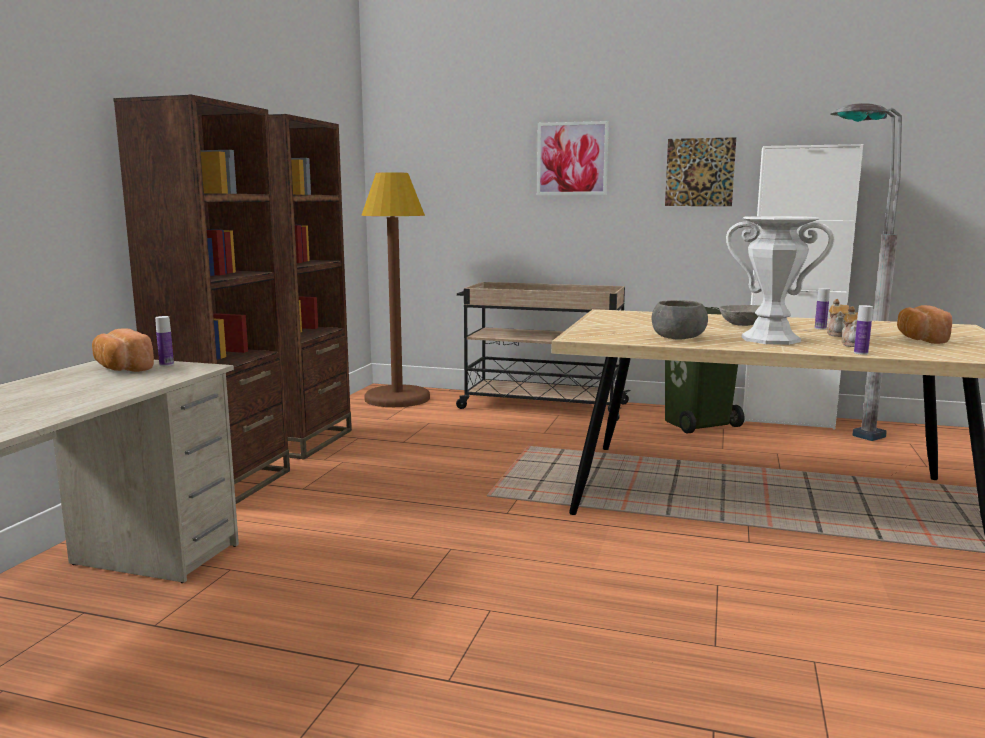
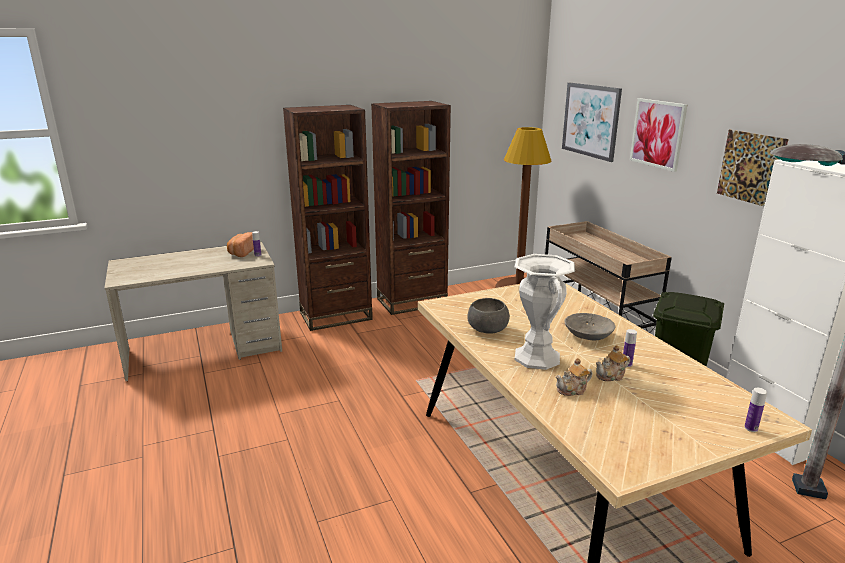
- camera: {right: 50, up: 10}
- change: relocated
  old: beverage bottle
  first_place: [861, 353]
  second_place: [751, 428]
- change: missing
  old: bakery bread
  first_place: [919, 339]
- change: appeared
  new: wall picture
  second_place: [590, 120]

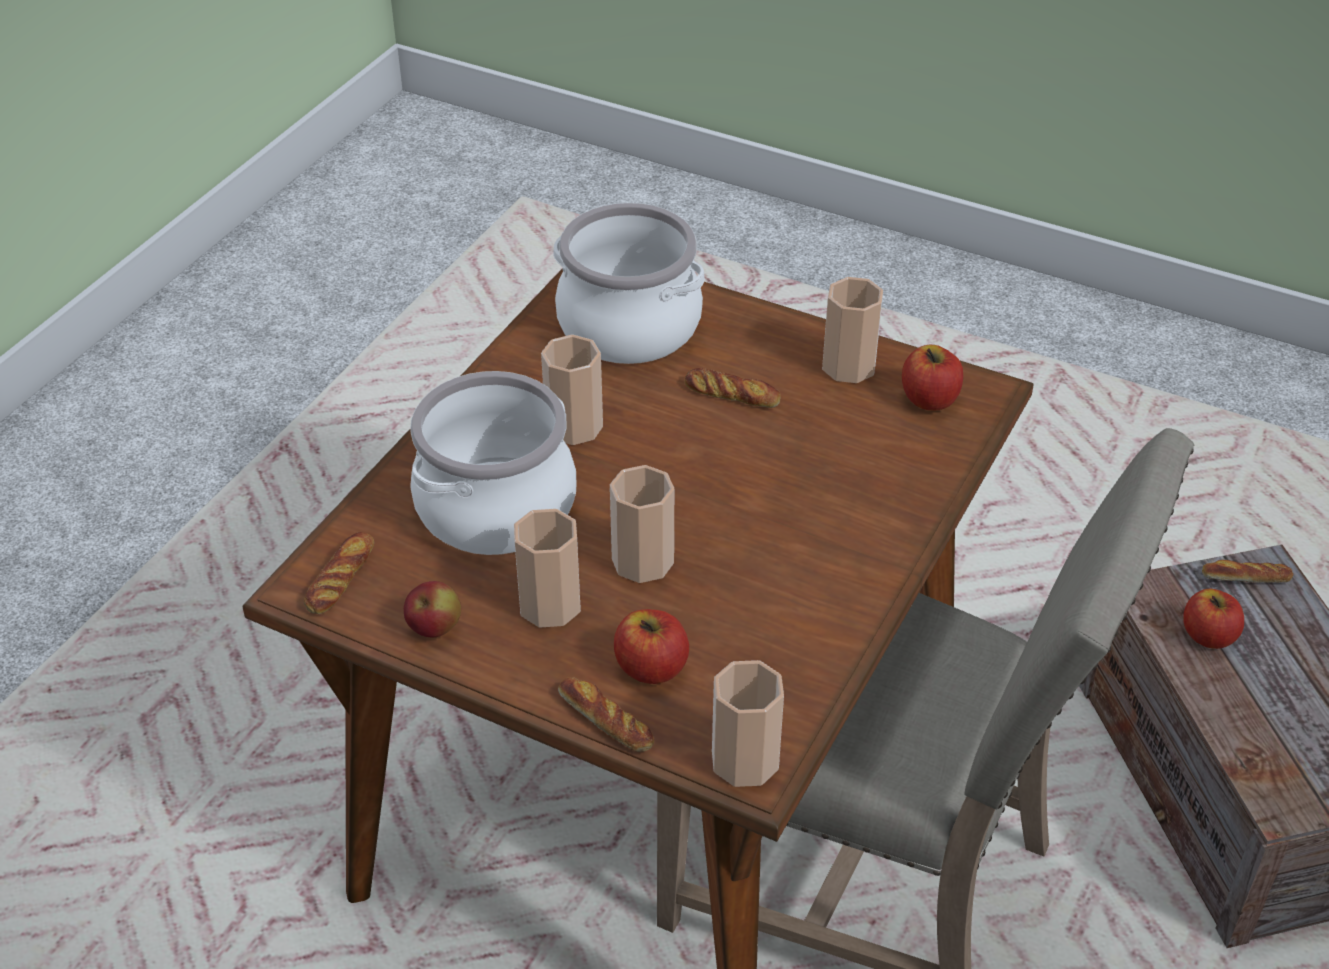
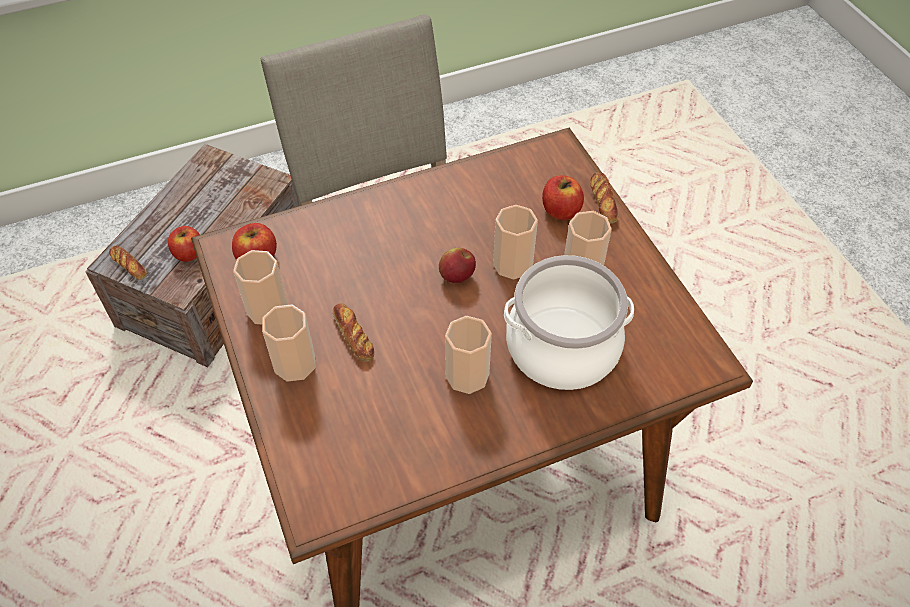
- camera: {right: -140, up: 10}
- change: missing
  old: cooking pot
  first_place: [628, 327]
- change: missing
  old: bakery bread
  first_place: [340, 578]
- change: relocated
  old: apple
  first_place: [435, 628]
  second_place: [457, 276]
- change: relocated
  old: drinking cup
  first_place: [745, 760]
  second_place: [294, 364]

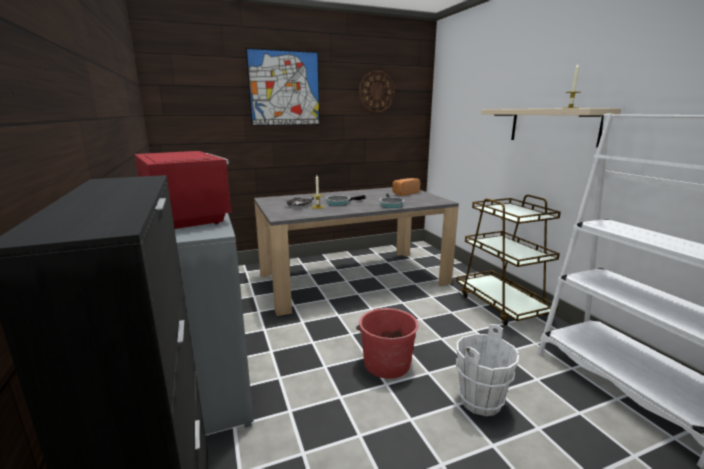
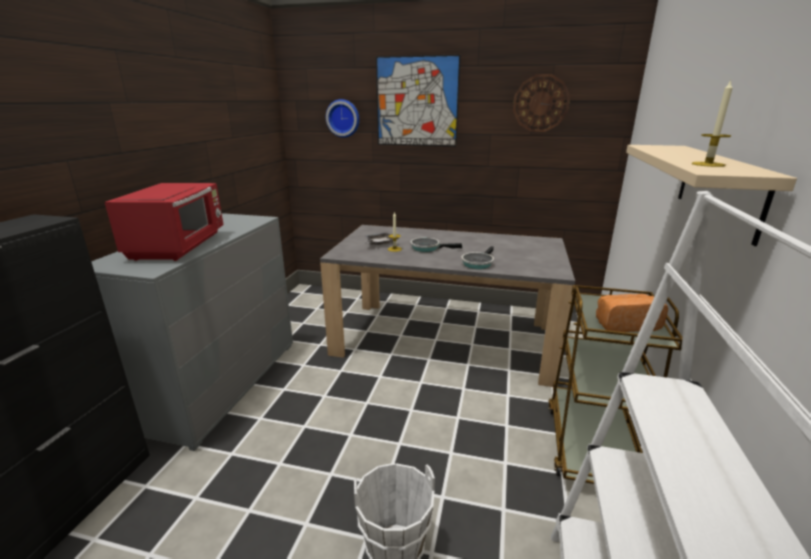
- camera: {right: 35, up: 5}
- change: relocated
  old: bakery bread
  first_place: [405, 193]
  second_place: [625, 324]
- change: missing
  old: reddish pail
  first_place: [386, 363]
- change: appeared
  new: clock on the wall
  second_place: [343, 118]

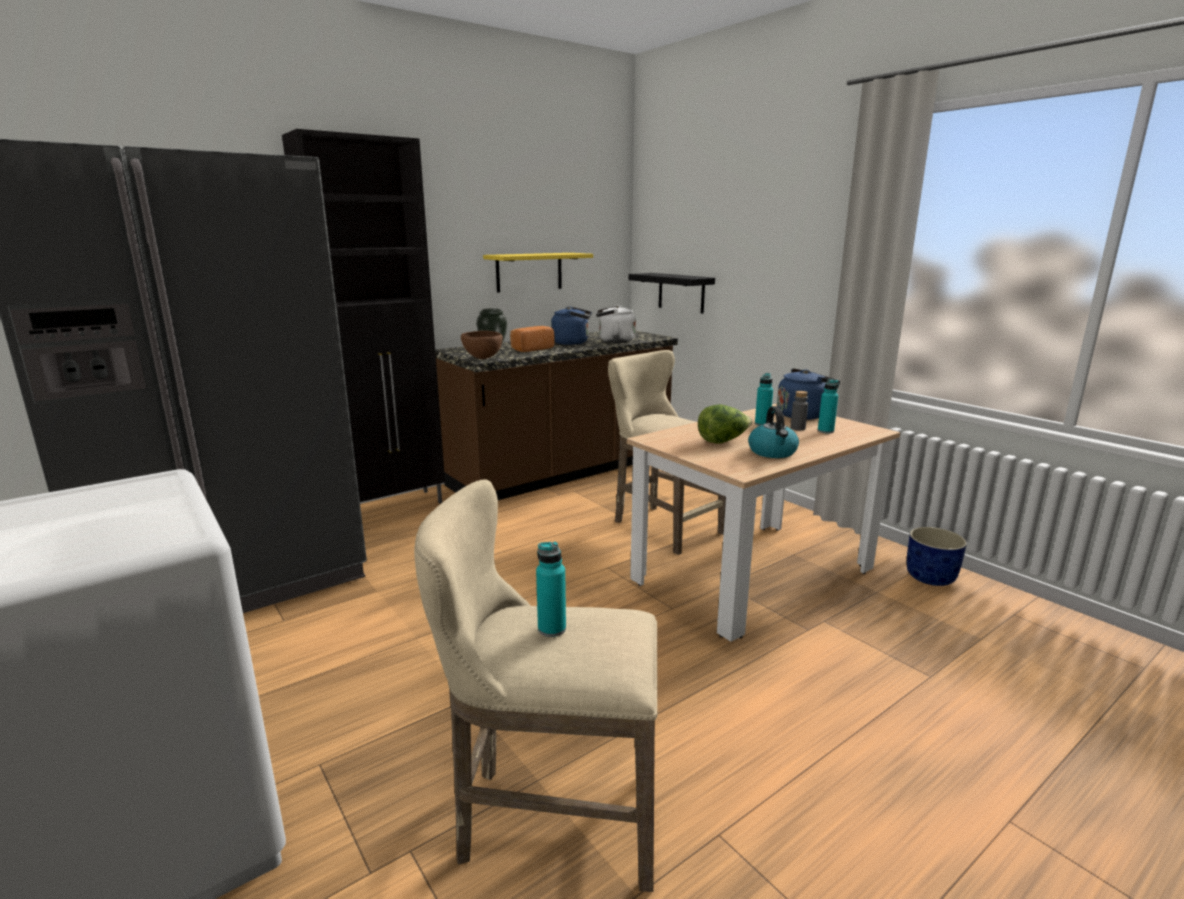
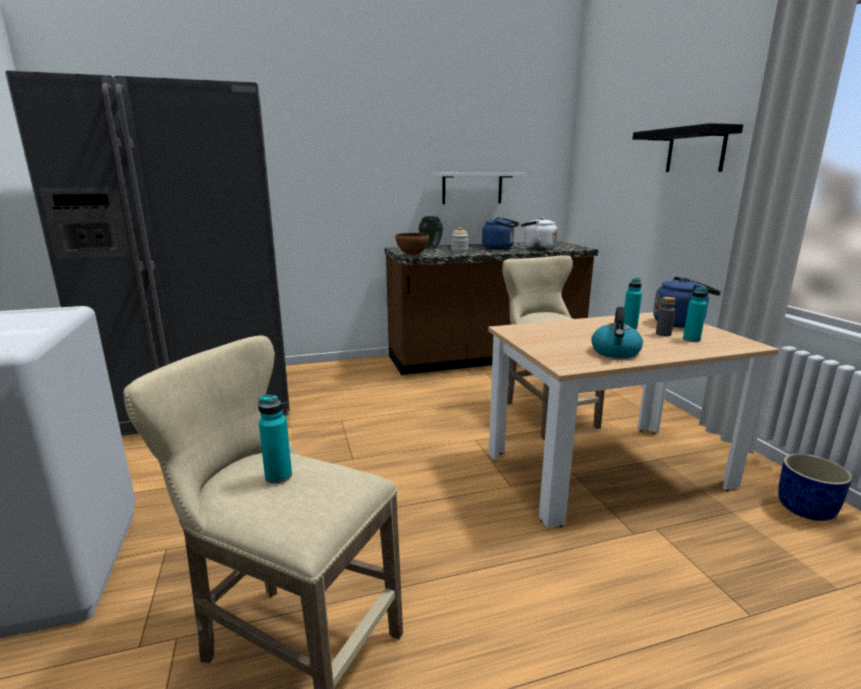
- camera: {right: 20, up: 0}
- change: missing
  old: blackish cupboard
  first_place: [392, 507]
- change: colour
  old: yellowish bracket shelf
  new: whitish bracket shelf
  first_place: [529, 272]
  second_place: [472, 188]
- change: relocated
  old: blackish bracket shelf
  first_place: [681, 292]
  second_place: [695, 150]
- change: exchanged
  old: bakery bread
  new: preserve jar
  first_place: [531, 349]
  second_place: [459, 251]
- change: missing
  old: head of lettuce
  first_place: [723, 441]

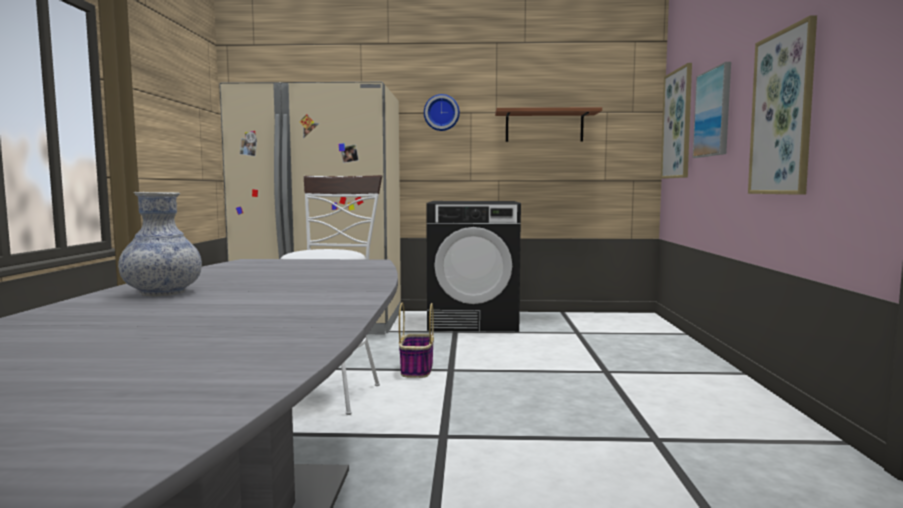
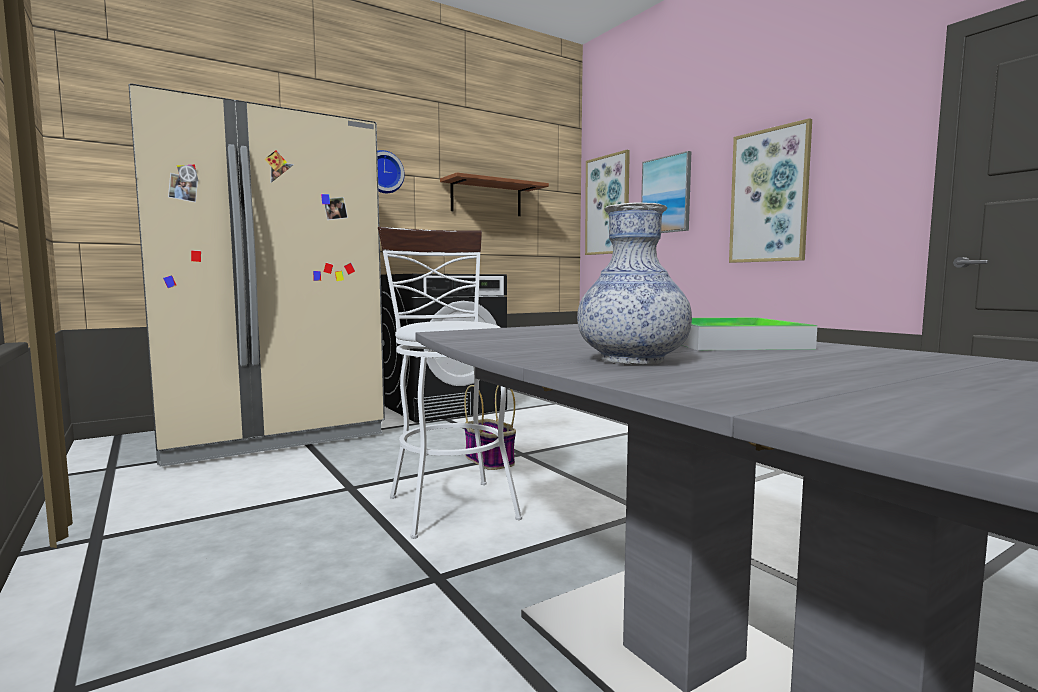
- camera: {right: -35, up: 0}
- change: appeared
  new: serving tray
  second_place: [730, 343]

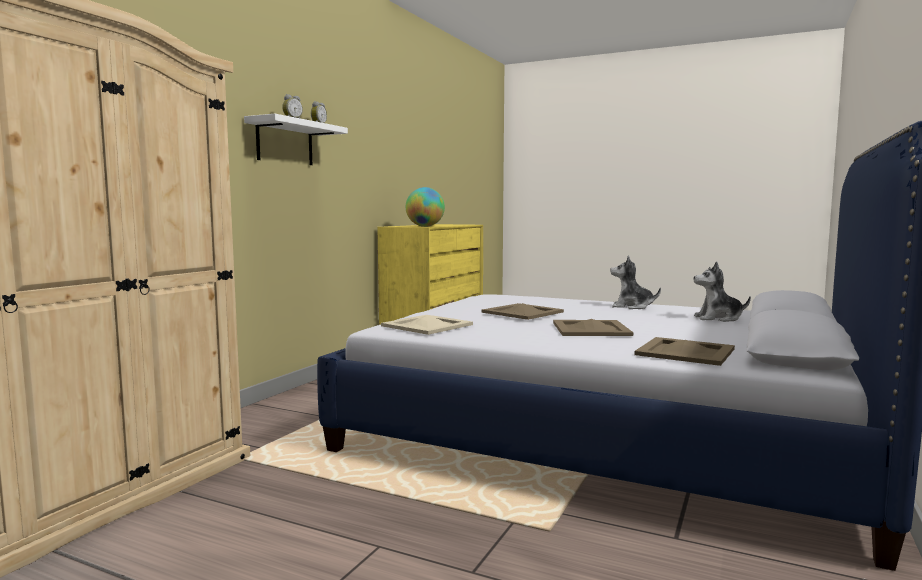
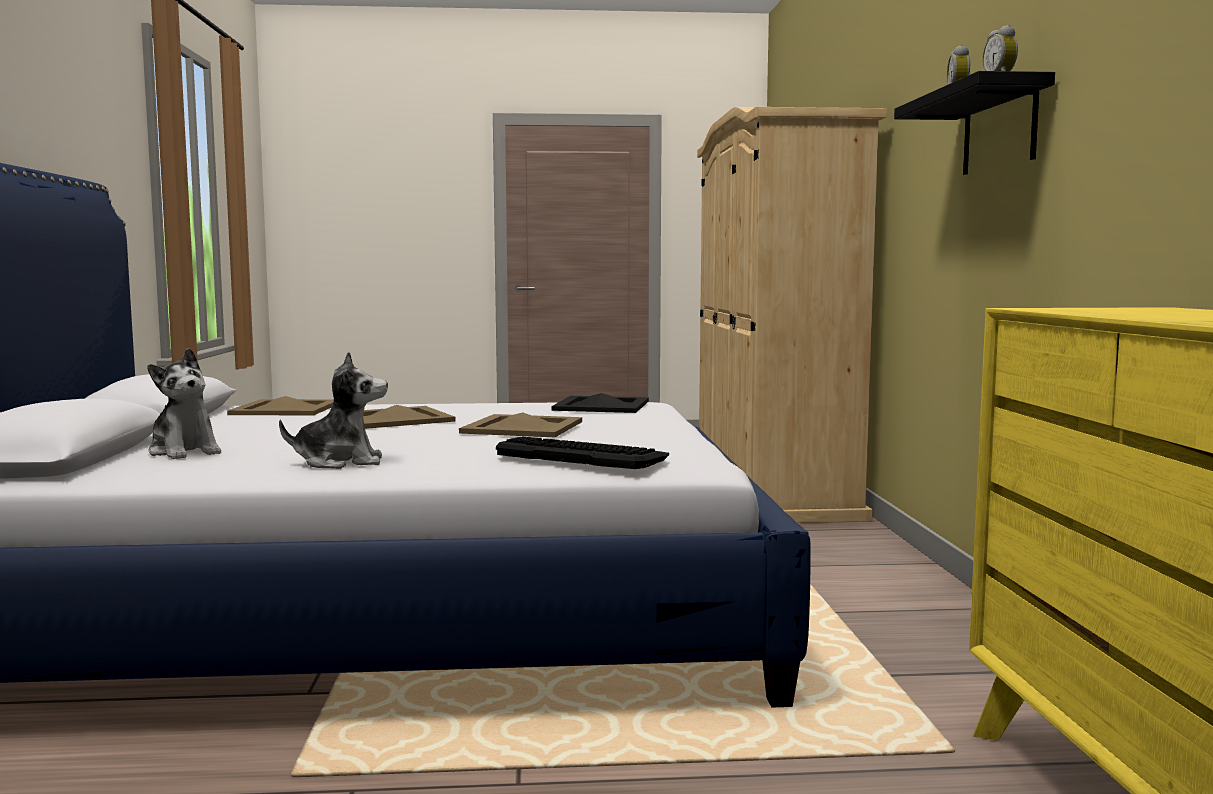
- camera: {right: 150, up: 0}
- change: colour
  old: whitish bracket shelf
  new: blackish bracket shelf
  first_place: [285, 143]
  second_place: [999, 130]
- change: missing
  old: globe
  first_place: [425, 226]
- change: spun
  old: cuddly toy
  first_place: [718, 318]
  second_place: [185, 452]
  degrees: 75
- change: colour
  old: beige-coloured serving tray
  new: blackish serving tray
  first_place: [427, 325]
  second_place: [602, 406]
- change: appeared
  new: PC keyboard
  second_place: [581, 455]

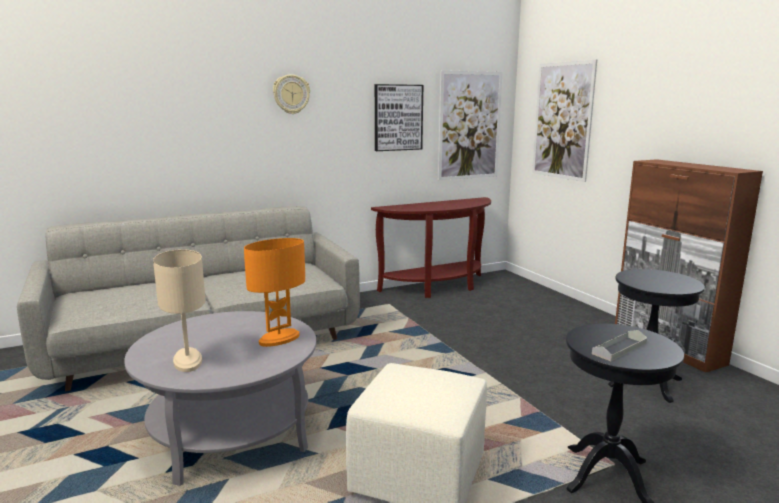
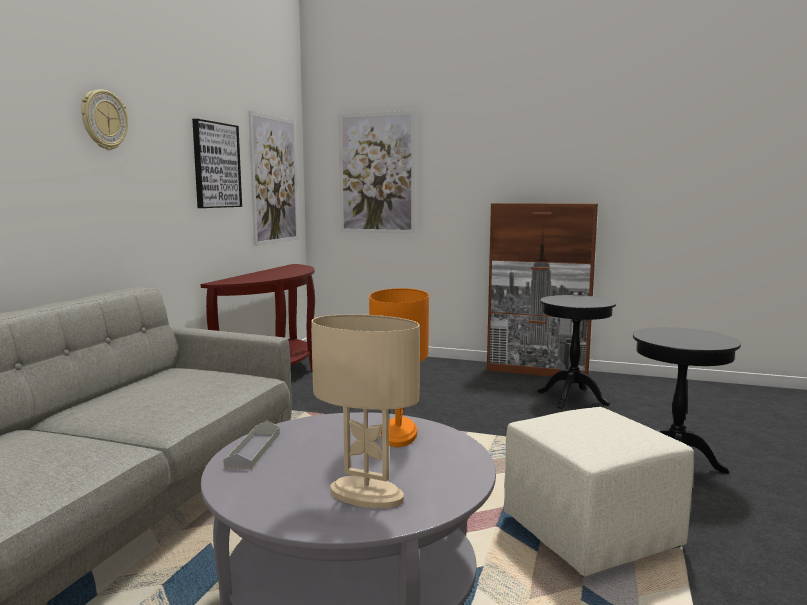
- camera: {right: -45, up: -5}
- change: relocated
  old: gray serving tray
  first_place: [619, 348]
  second_place: [253, 450]

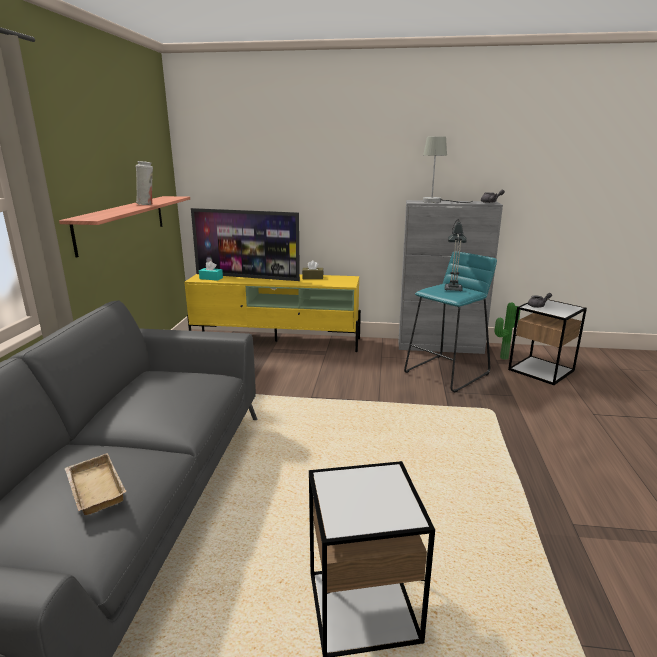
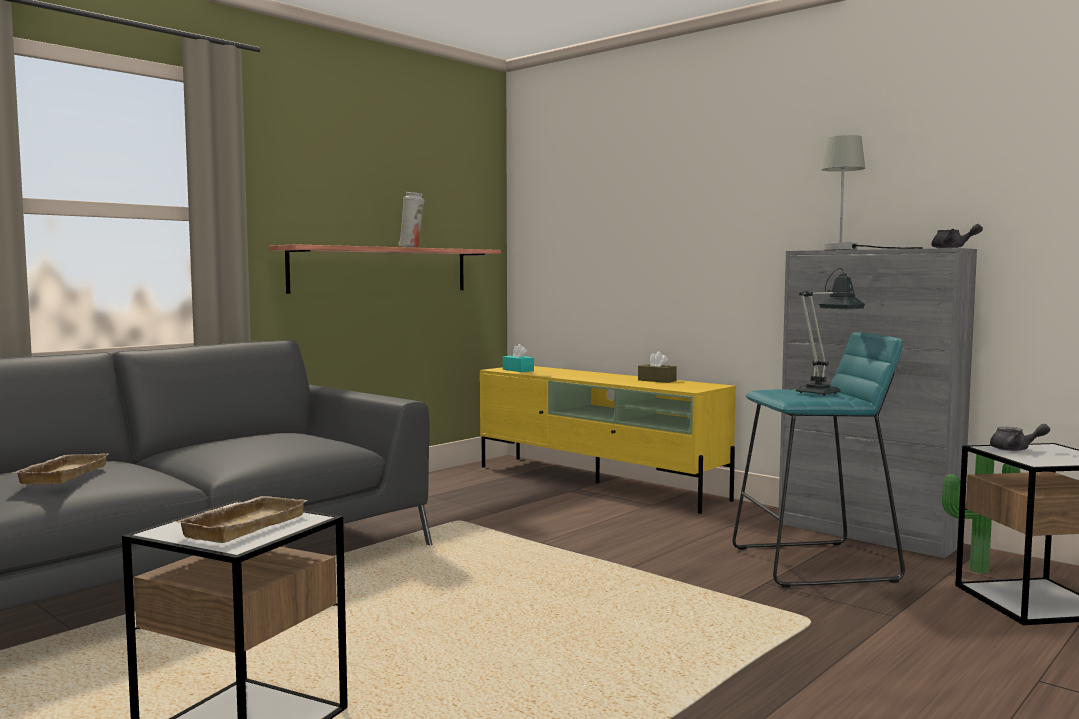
- camera: {right: 35, up: -15}
- change: missing
  old: TV
  first_place: [248, 277]
- change: appeared
  new: beige-coloured serving tray
  second_place: [242, 525]

